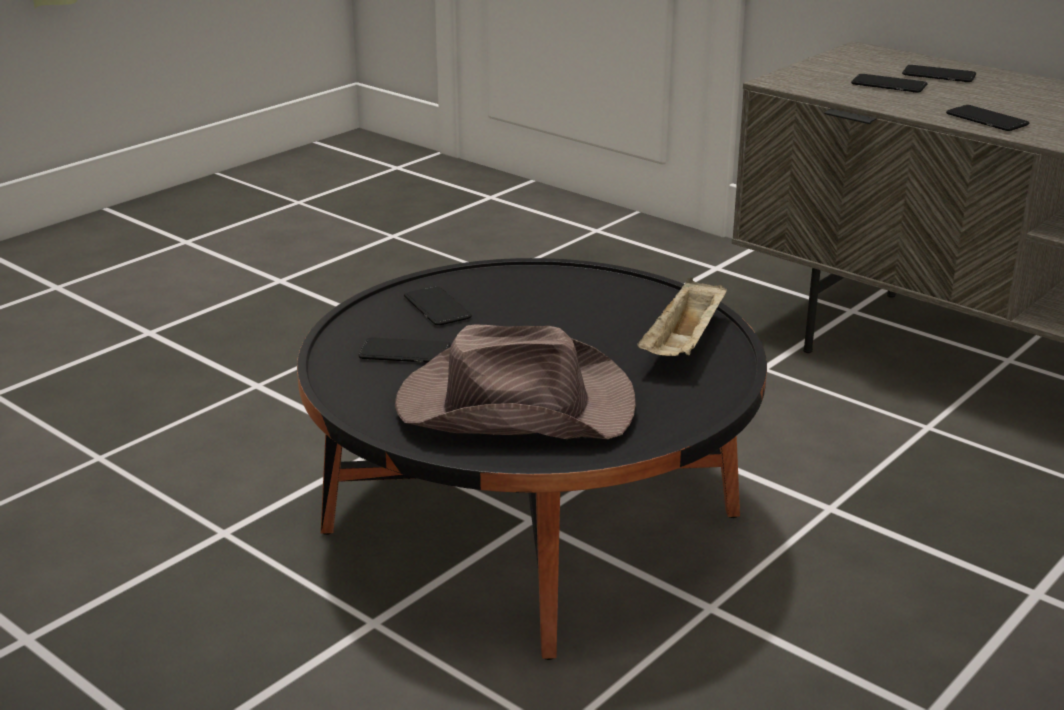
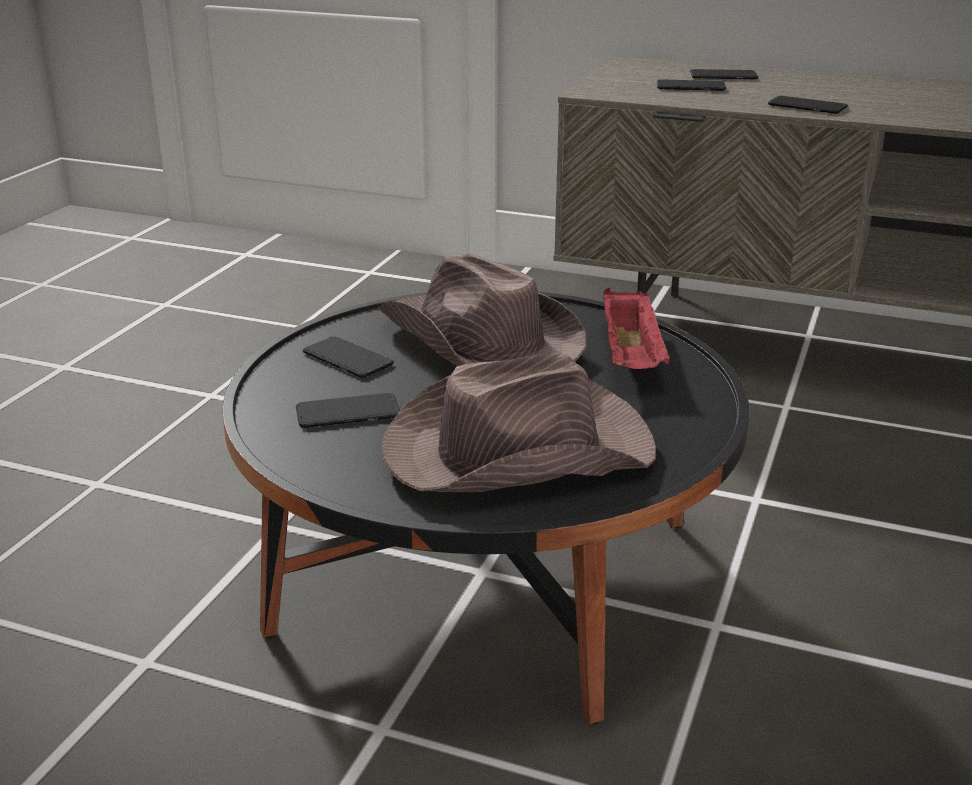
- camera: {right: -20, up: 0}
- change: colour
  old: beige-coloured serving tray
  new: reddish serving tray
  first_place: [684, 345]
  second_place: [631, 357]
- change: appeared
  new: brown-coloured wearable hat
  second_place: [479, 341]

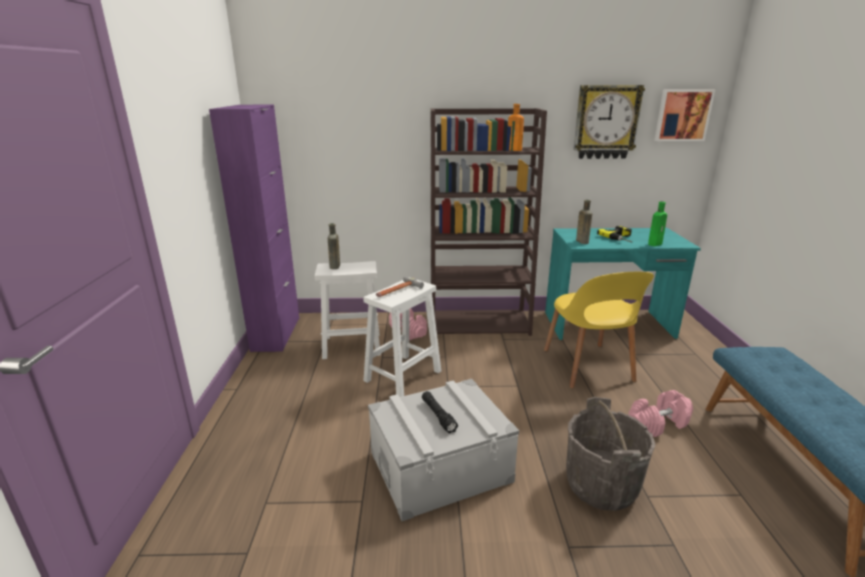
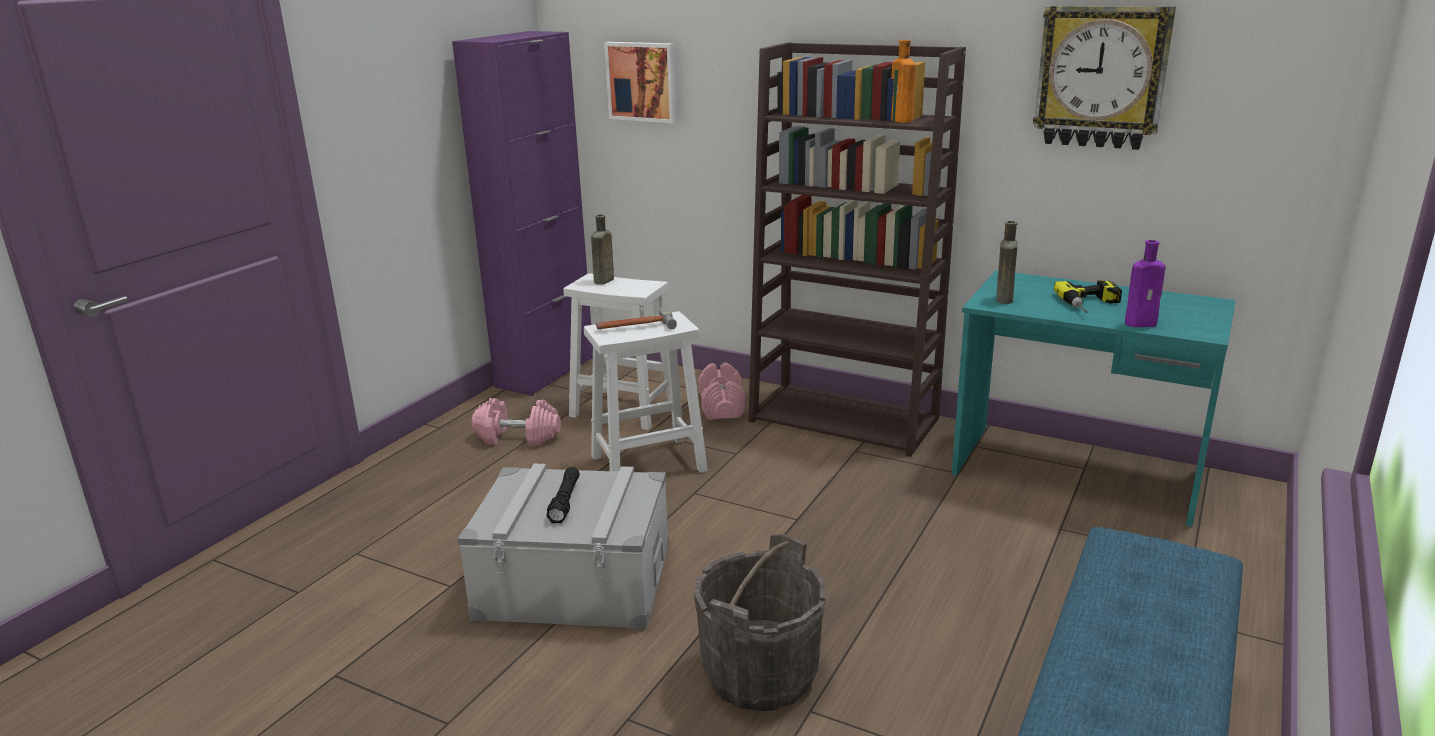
- camera: {right: 30, up: 0}
- change: relocated
  old: wall picture
  first_place: [682, 115]
  second_place: [643, 81]
- change: colour
  old: greenish beverage bottle
  new: purple beverage bottle
  first_place: [655, 244]
  second_place: [1142, 323]
- change: missing
  old: yellowish chair
  first_place: [588, 367]
- change: relocated
  old: pink dumbbell
  first_place: [658, 424]
  second_place: [517, 437]

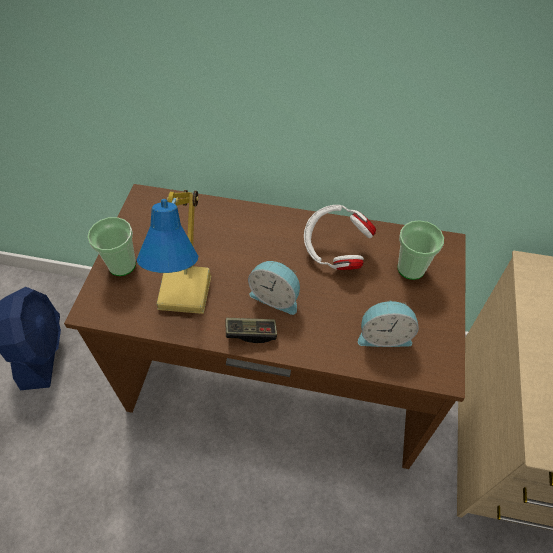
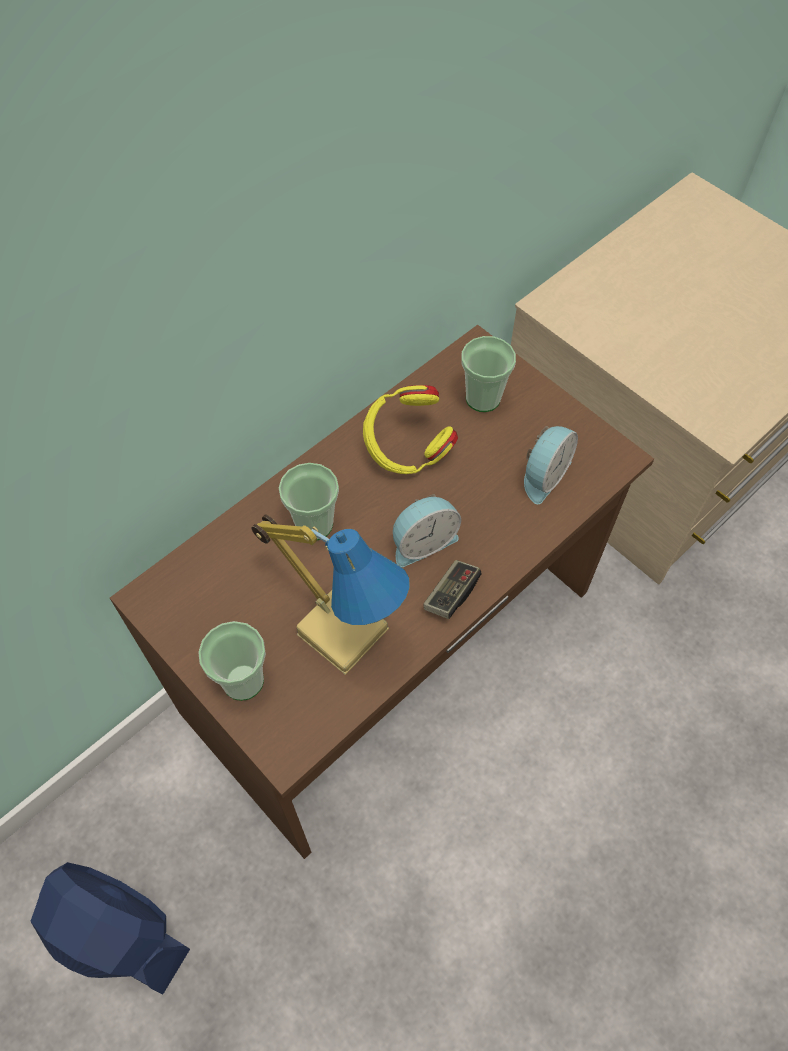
- camera: {right: -55, up: 5}
- change: colour
  old: whitish headset
  new: yellowish headset
  first_place: [335, 252]
  second_place: [407, 449]
- change: appeared
  new: drinking cup
  second_place: [314, 524]

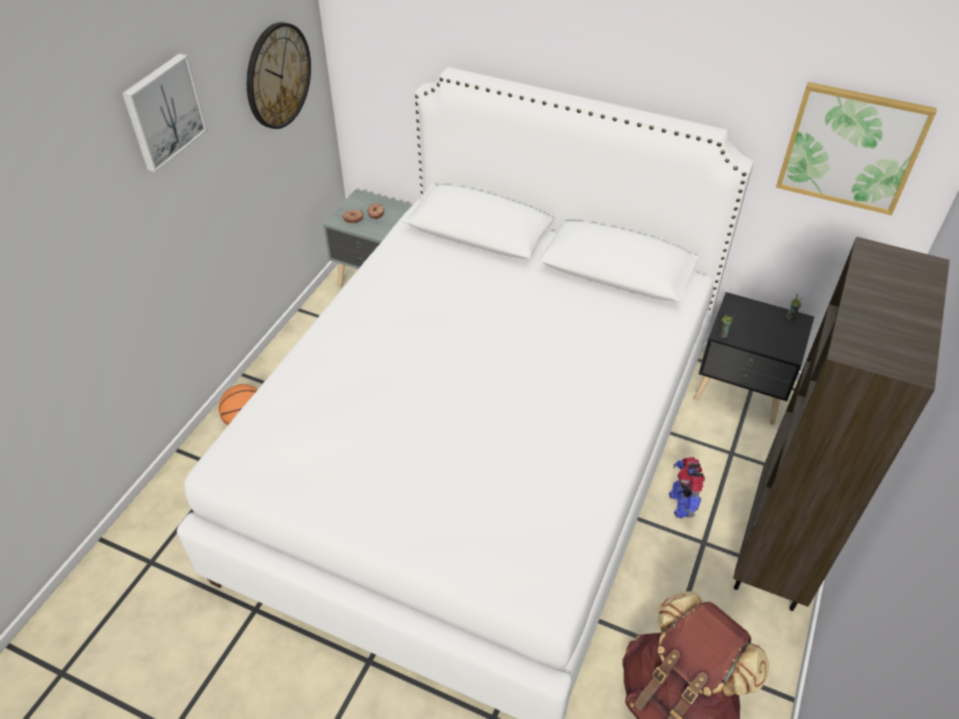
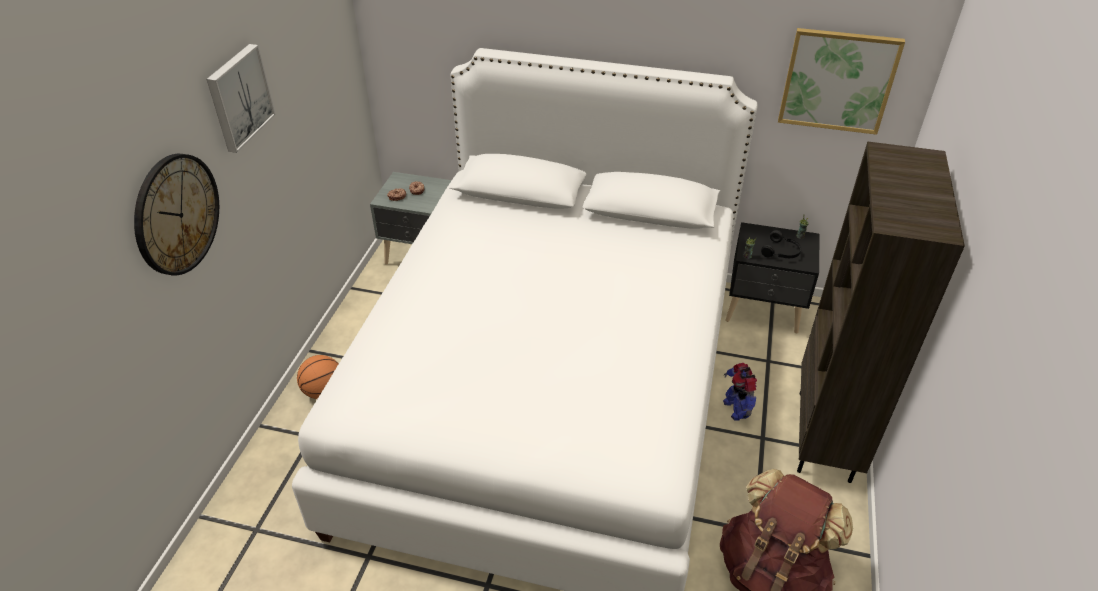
- camera: {right: -10, up: -5}
- change: relocated
  old: clock on the wall
  first_place: [277, 76]
  second_place: [176, 214]
- change: appeared
  new: blackish headset
  second_place: [781, 252]

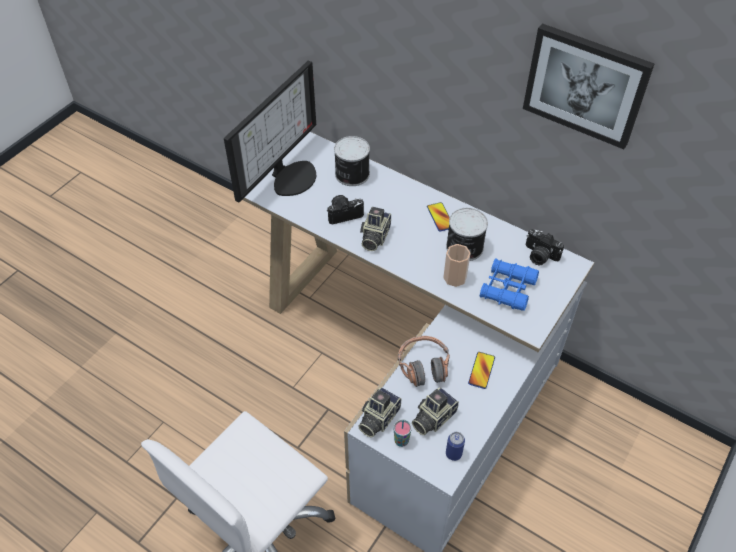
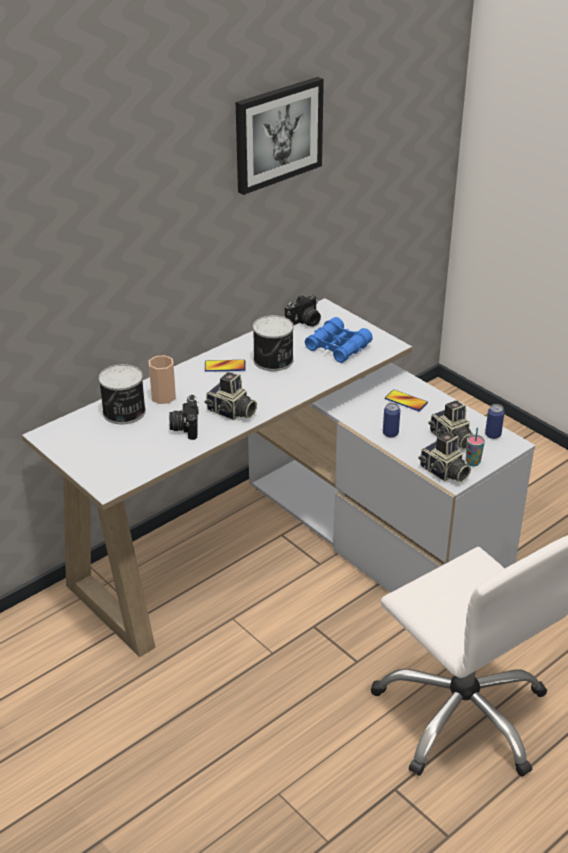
- camera: {right: -75, up: -15}
- change: missing
  old: computer display
  first_place: [290, 176]
- change: relocated
  old: drinking cup
  first_place: [455, 277]
  second_place: [163, 397]
- change: exchanged
  old: headset
  new: metal can
  first_place: [423, 366]
  second_place: [390, 433]

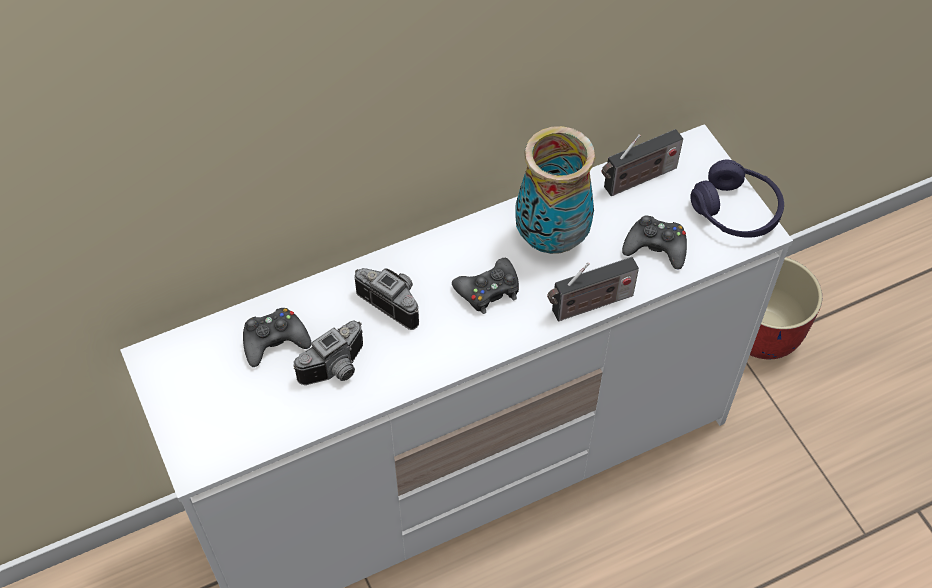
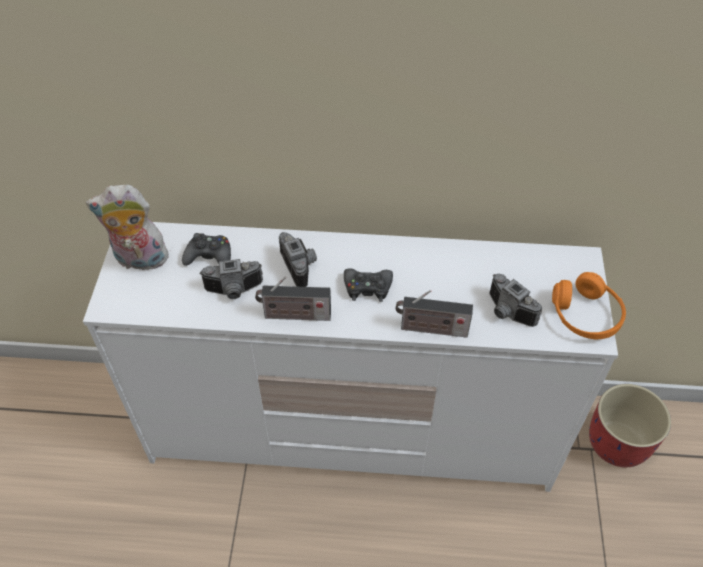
- camera: {right: 30, up: -5}
- change: missing
  old: flower vase
  first_place: [550, 237]
- change: relocated
  old: radio set
  first_place: [637, 180]
  second_place: [294, 315]
- change: colour
  old: purple headset
  new: orange headset
  first_place: [736, 211]
  second_place: [585, 315]
- change: exchanged
  old: blackish game controller
  new: photo camera
  first_place: [656, 247]
  second_place: [506, 313]
- change: appeared
  new: cuddly toy
  second_place: [139, 260]

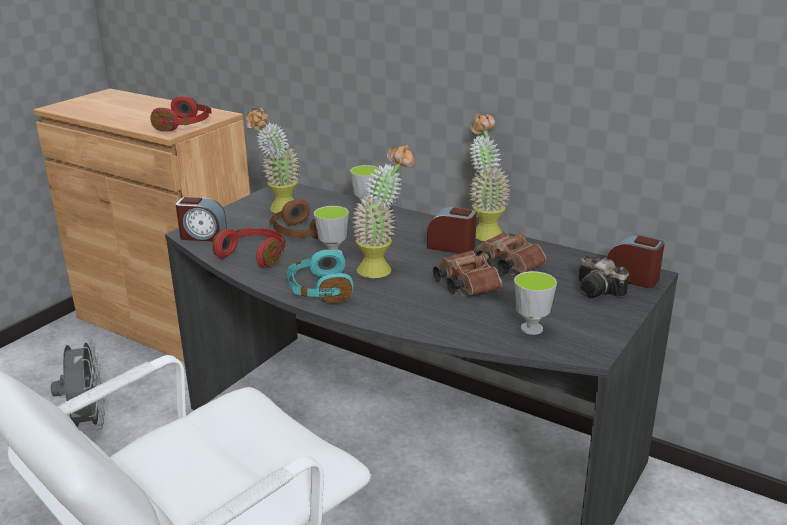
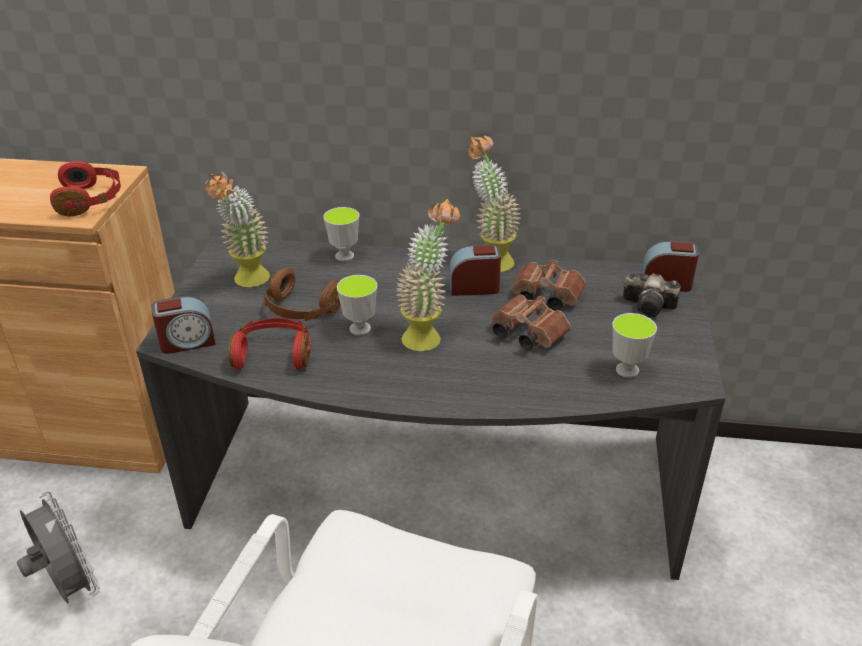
- camera: {right: -25, up: 10}
- change: missing
  old: turquoise headset
  first_place: [319, 289]

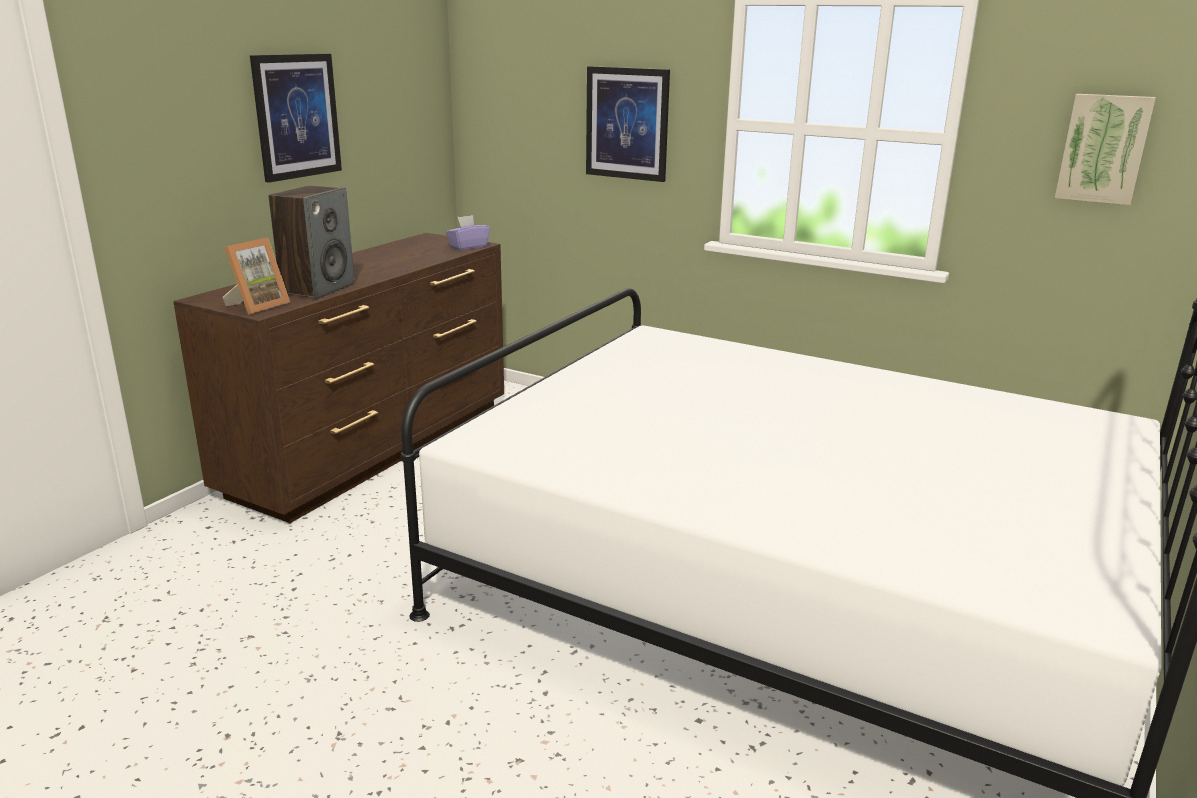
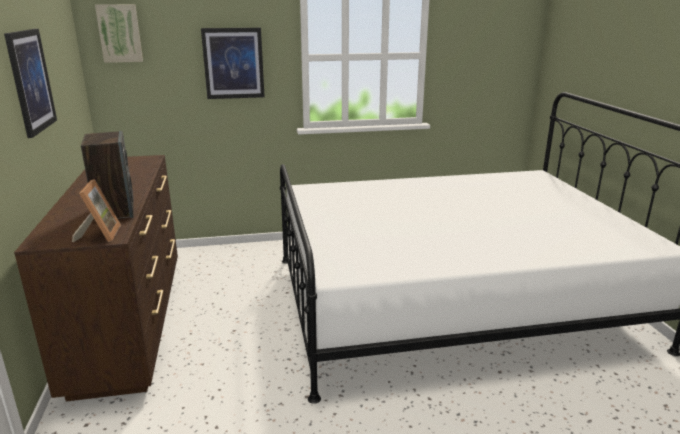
- camera: {right: -40, up: 0}
- change: relocated
  old: wall picture
  first_place: [1103, 148]
  second_place: [120, 33]
- change: missing
  old: purple box of tissues
  first_place: [468, 247]

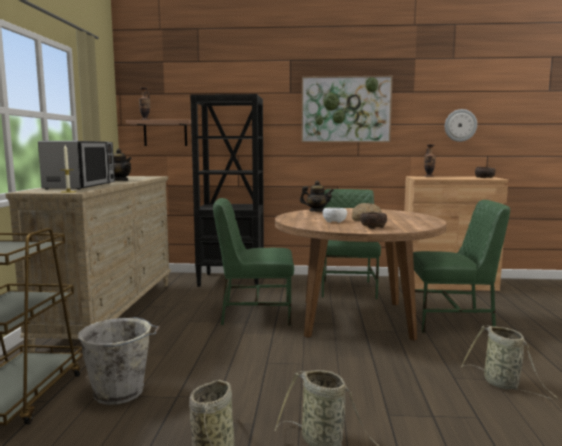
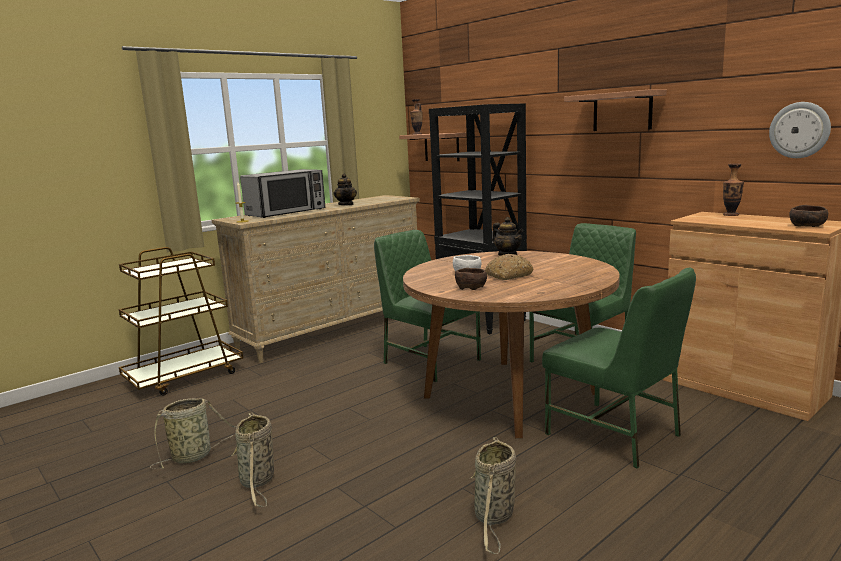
- camera: {right: 45, up: 5}
- change: exchanged
  old: wall picture
  new: bracket shelf
  first_place: [346, 109]
  second_place: [622, 111]
- change: missing
  old: gray pail
  first_place: [121, 392]

